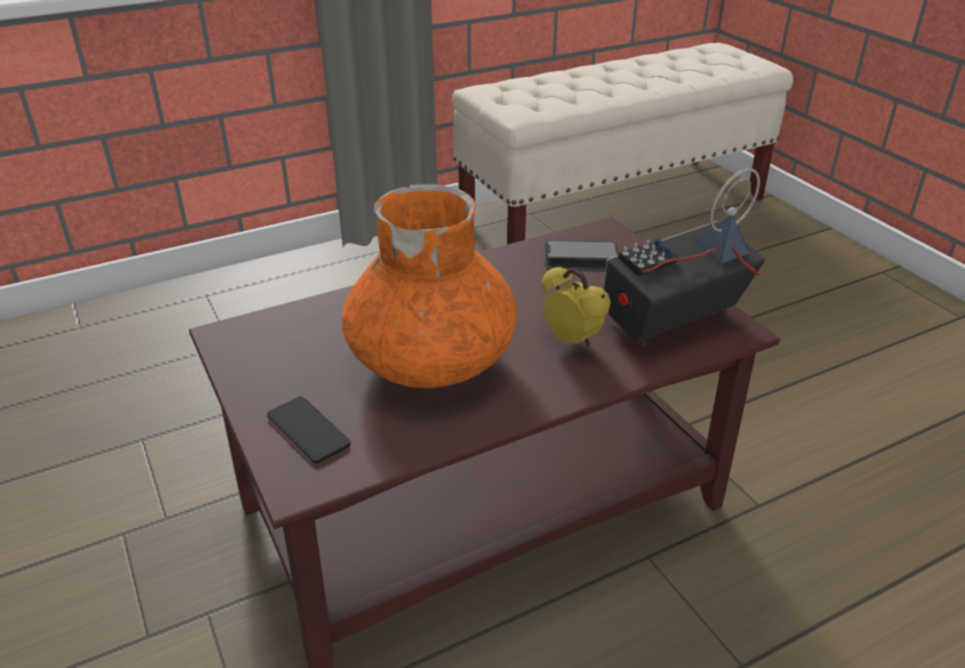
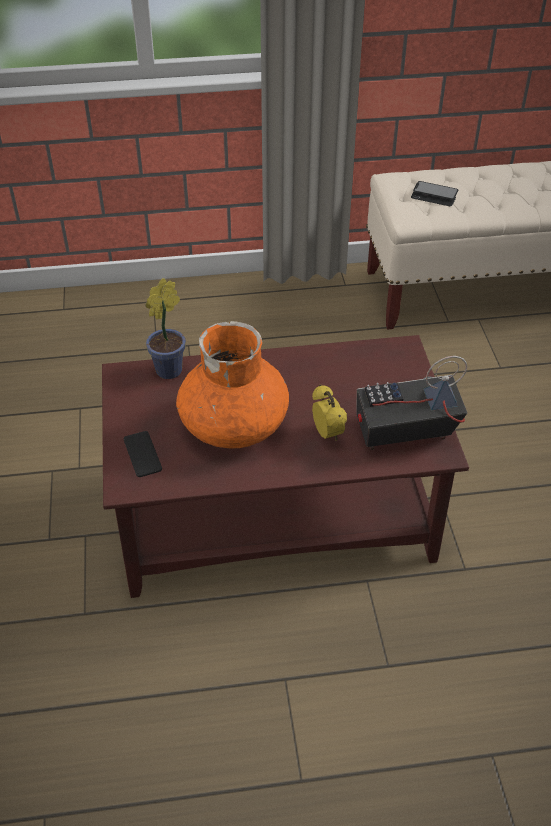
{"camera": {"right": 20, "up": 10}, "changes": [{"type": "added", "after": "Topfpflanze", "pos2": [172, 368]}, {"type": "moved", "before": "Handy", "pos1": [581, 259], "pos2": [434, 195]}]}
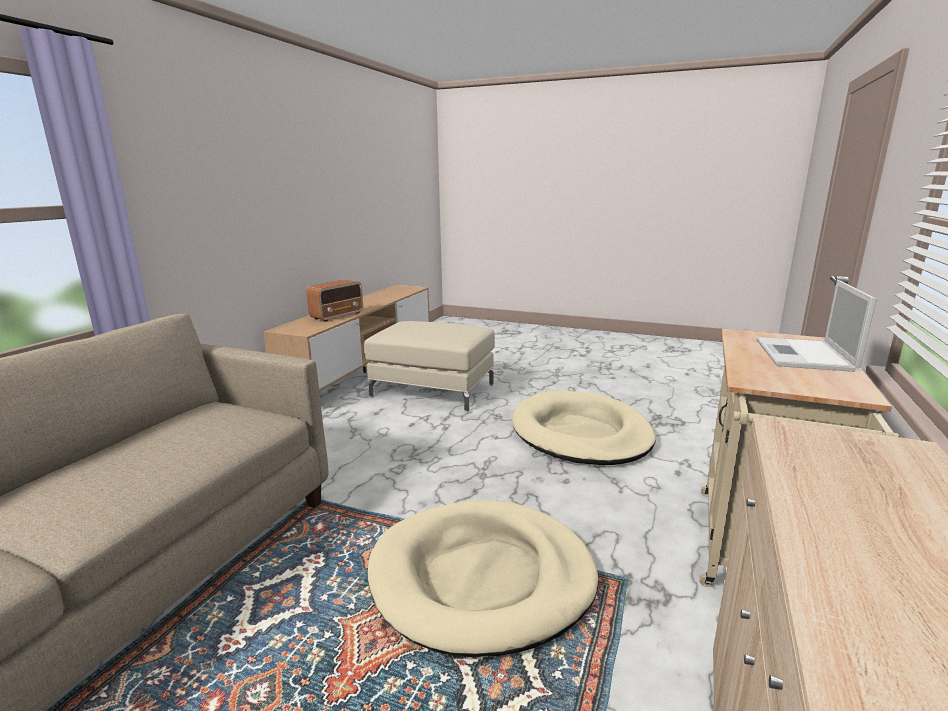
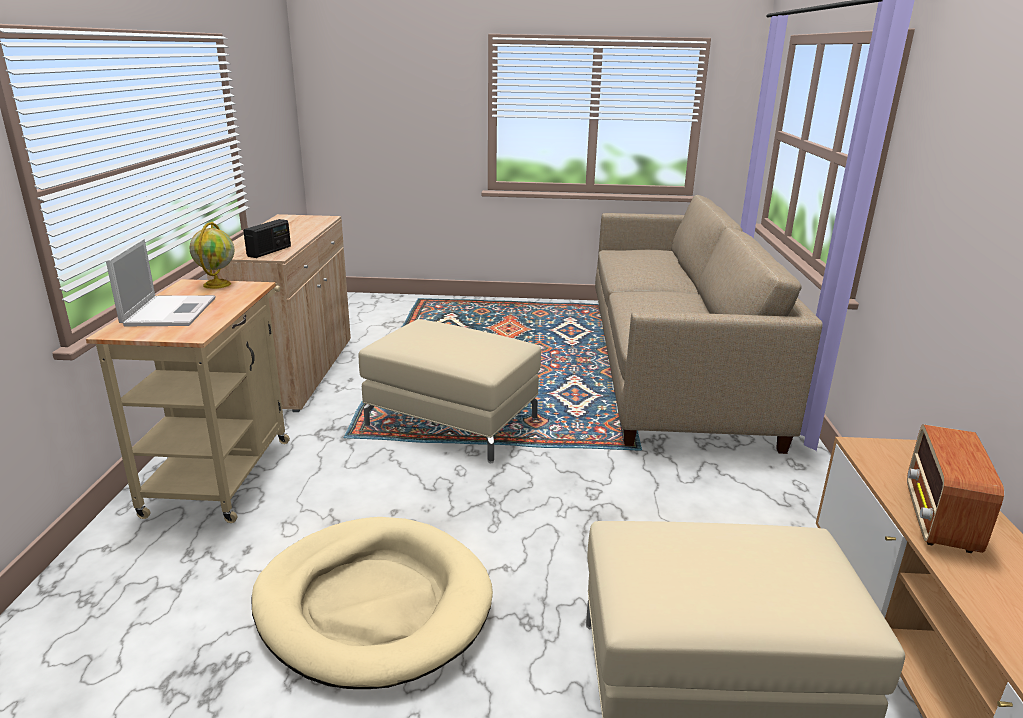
{"camera": {"right": 160, "up": 5}, "changes": [{"type": "added", "after": "Globus", "pos2": [217, 284]}, {"type": "added", "after": "Radio", "pos2": [269, 251]}, {"type": "replaced", "before": "Hundebett/beige", "after": "Polsterhocker/beige", "pos1": [482, 578], "pos2": [451, 422]}]}
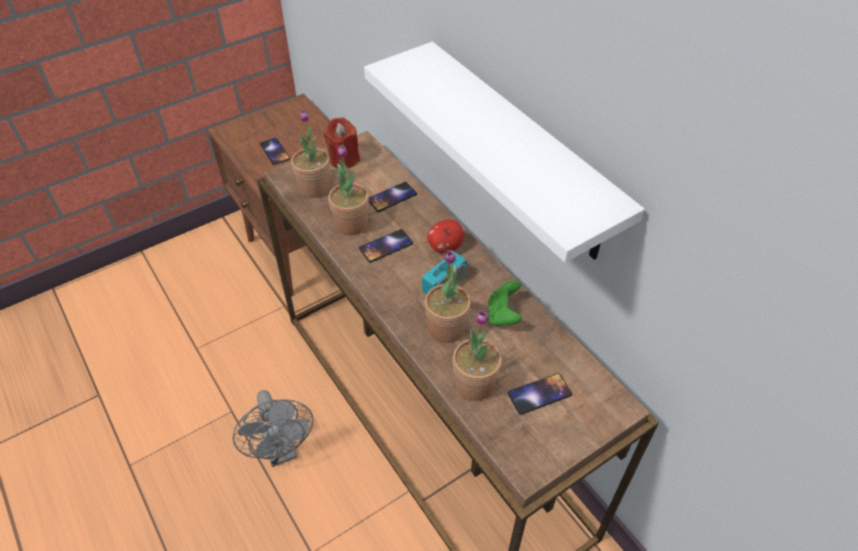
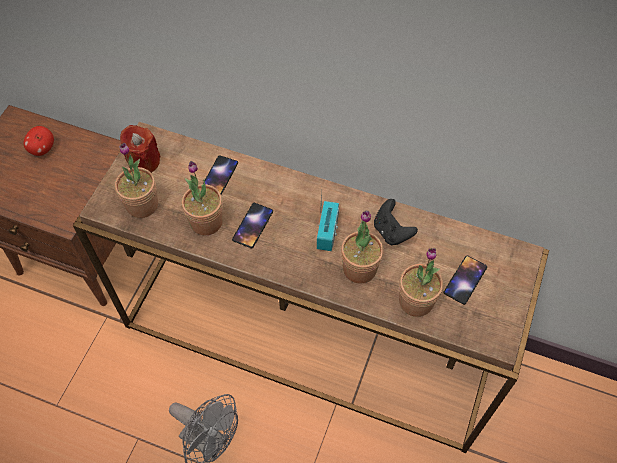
{"camera": {"right": -35, "up": 10}, "changes": [{"type": "removed", "before": "Handy", "pos1": [275, 151]}, {"type": "removed", "before": "Wandregal/weiß", "pos1": [520, 152]}, {"type": "moved", "before": "Apfel", "pos1": [445, 247], "pos2": [42, 149]}, {"type": "recoloured", "before": "Gamepad/grün", "after": "Gamepad/schwarz", "pos1": [503, 315], "pos2": [391, 232]}]}
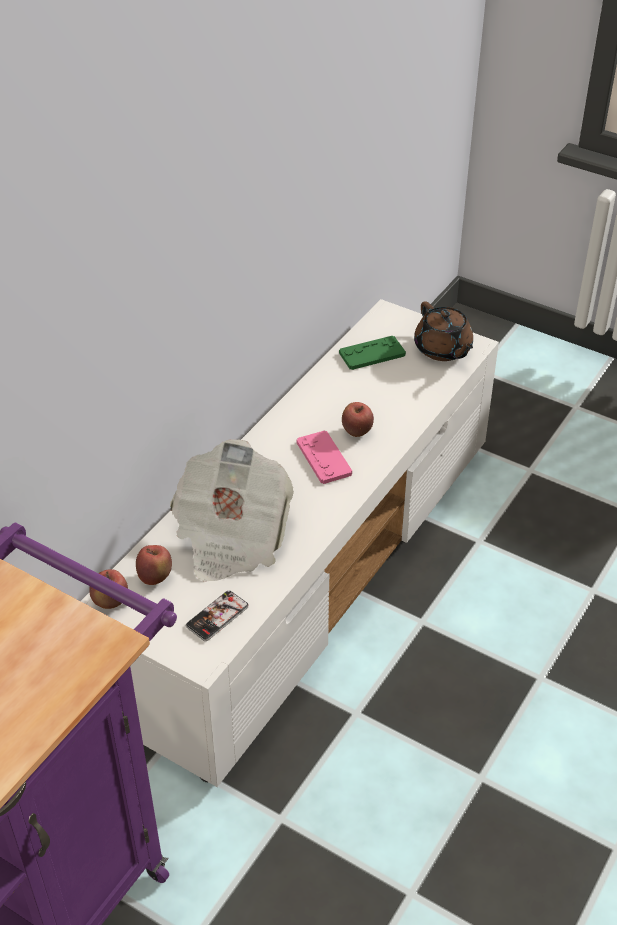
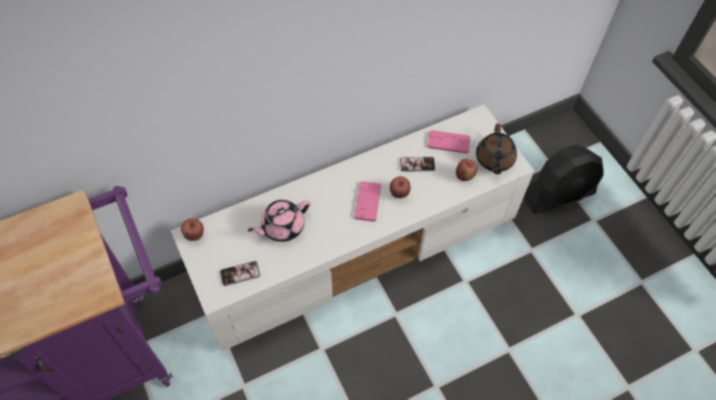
{"camera": {"right": 30, "up": 15}, "changes": [{"type": "added", "after": "Handy", "pos2": [417, 164]}, {"type": "added", "after": "Ventilator/schwarz", "pos2": [559, 195]}, {"type": "moved", "before": "Apfel", "pos1": [155, 577], "pos2": [464, 176]}, {"type": "replaced", "before": "Zeitung", "after": "Teekanne/rosa", "pos1": [231, 536], "pos2": [282, 227]}, {"type": "recoloured", "before": "Gamepad/grün", "after": "Gamepad/rosa", "pos1": [372, 354], "pos2": [448, 142]}]}
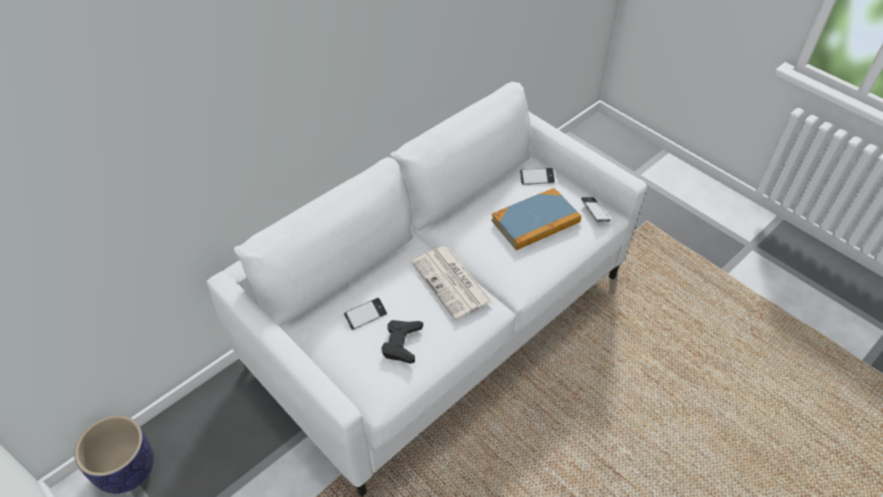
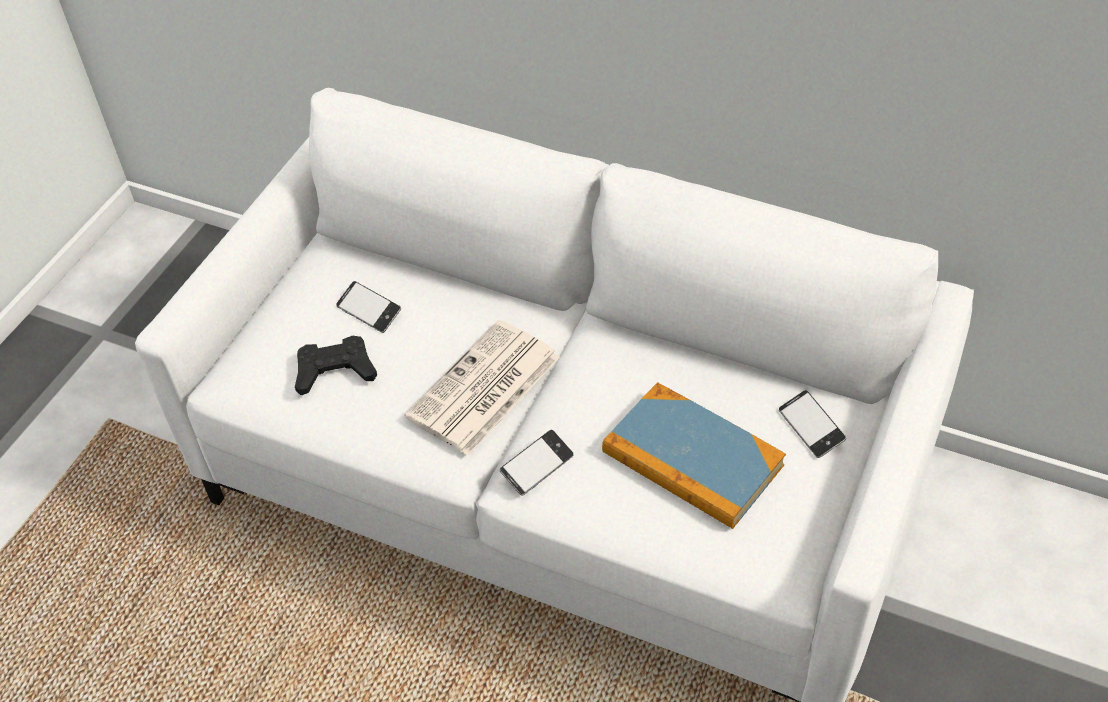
{"camera": {"right": 70, "up": 0}, "changes": [{"type": "removed", "before": "Pflanzkübel", "pos1": [127, 470]}, {"type": "moved", "before": "Handy", "pos1": [595, 212], "pos2": [537, 466]}]}
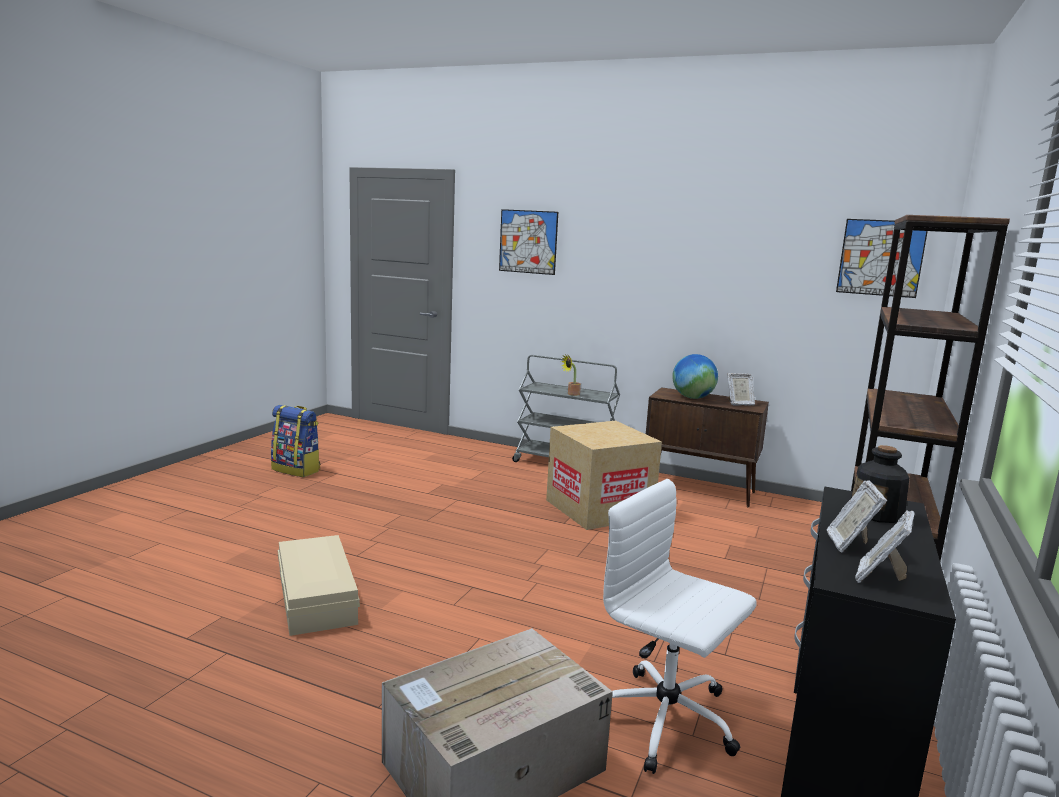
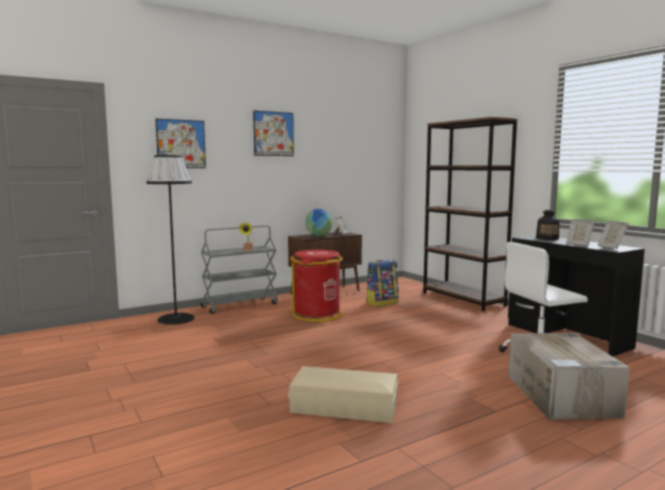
{"camera": {"right": -55, "up": -5}, "changes": [{"type": "added", "after": "Stehlampe/schwarz", "pos2": [176, 319]}, {"type": "moved", "before": "Rucksack", "pos1": [297, 470], "pos2": [381, 303]}, {"type": "moved", "before": "Bild", "pos1": [881, 258], "pos2": [273, 134]}, {"type": "replaced", "before": "Karton", "after": "Mülleimer/rot", "pos1": [599, 508], "pos2": [317, 314]}]}
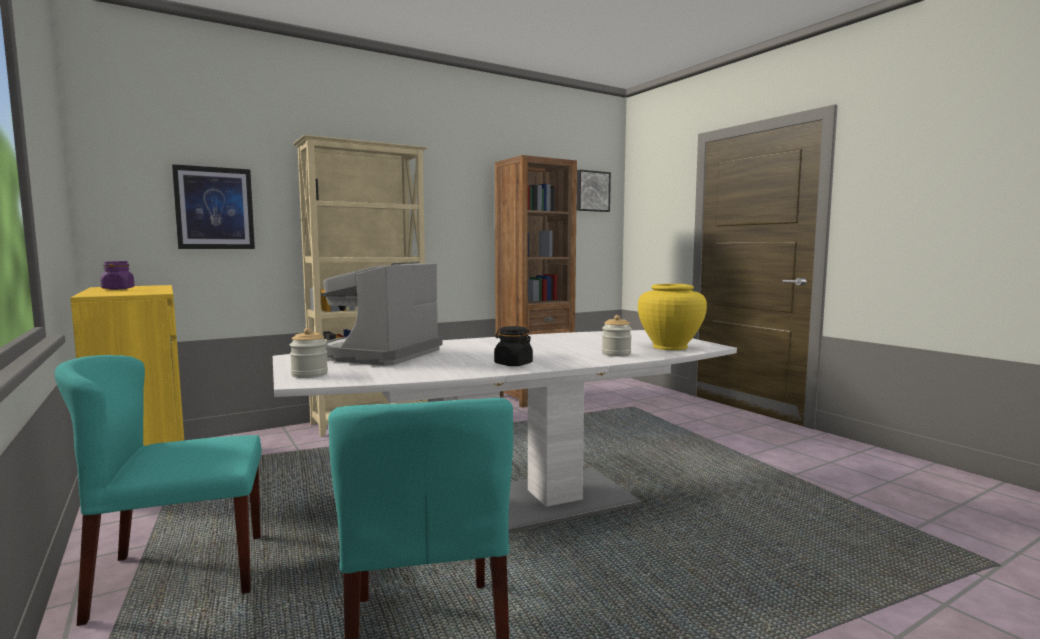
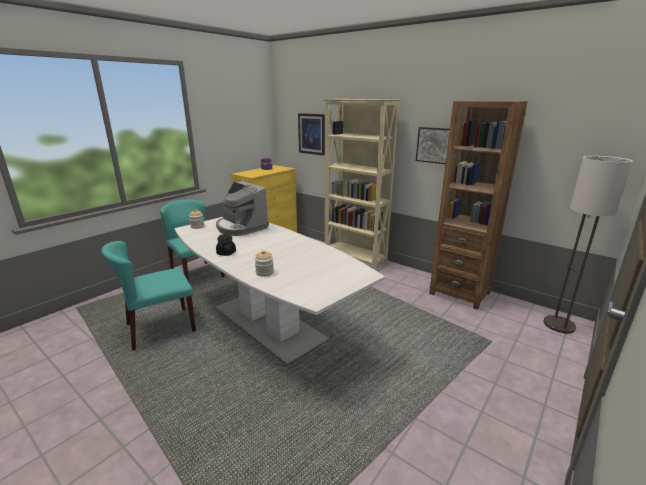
{"camera": {"right": 70, "up": 15}, "changes": [{"type": "removed", "before": "Vase/gelb", "pos1": [670, 347]}, {"type": "added", "after": "Stehlampe", "pos2": [559, 325]}, {"type": "moved", "before": "Bild", "pos1": [592, 191], "pos2": [434, 145]}, {"type": "turned", "before": "Kaffeemaschine", "pos1": [380, 355], "pos2": [241, 227], "turn": -135}]}
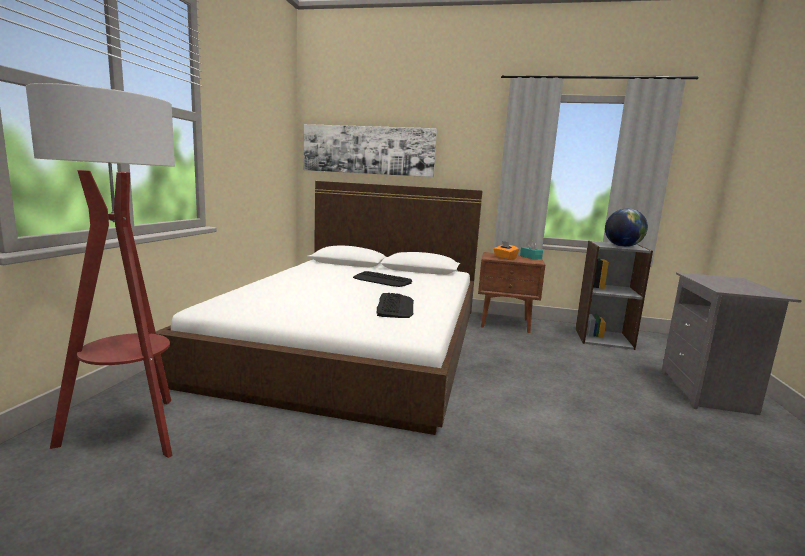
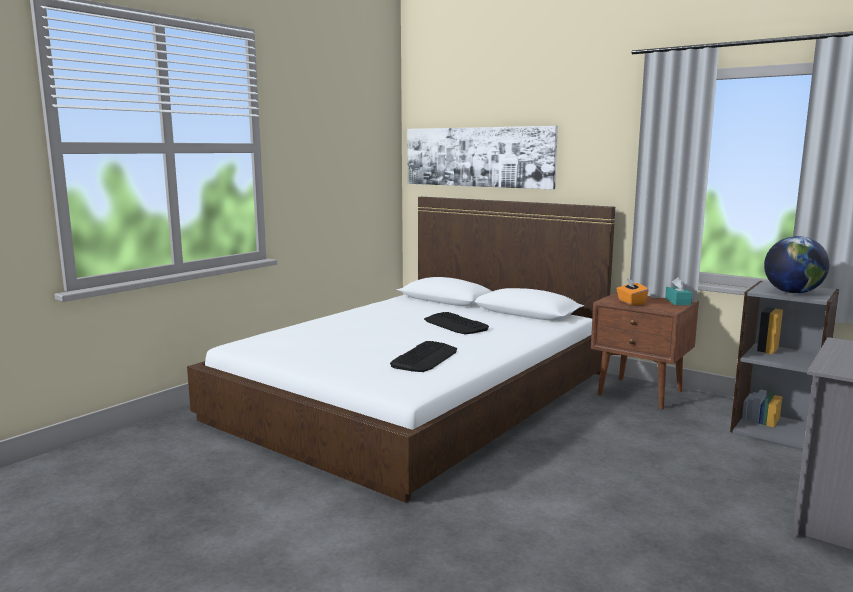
{"camera": {"right": 25, "up": 0}, "changes": [{"type": "removed", "before": "Stehlampe", "pos1": [132, 432]}]}
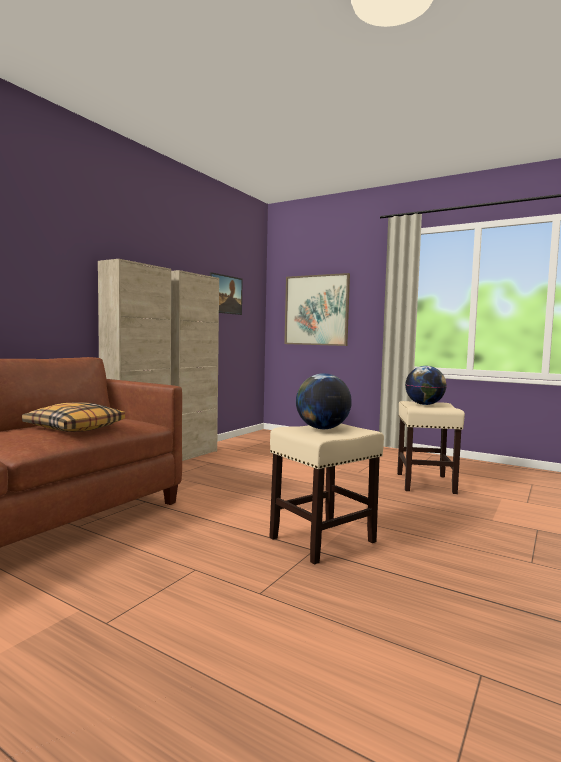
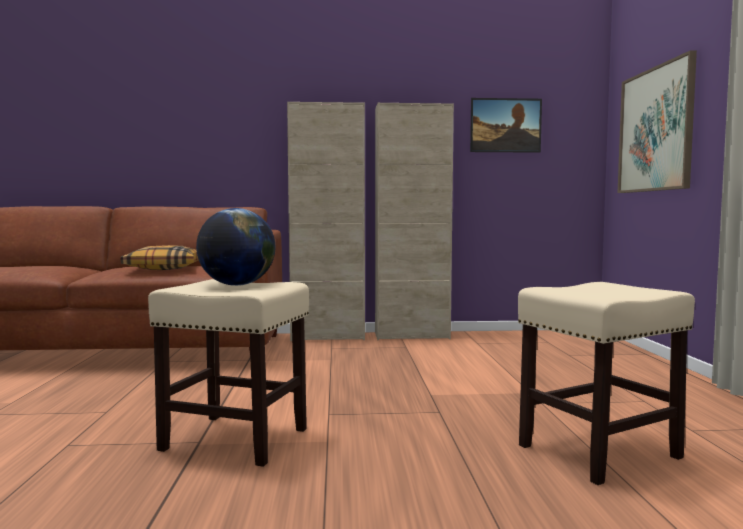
{"camera": {"right": 55, "up": 0}, "changes": [{"type": "removed", "before": "Globus", "pos1": [424, 404]}]}
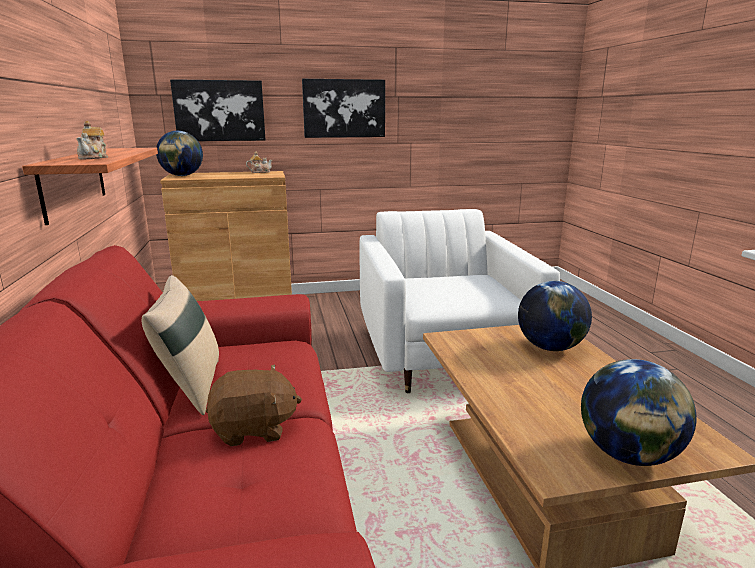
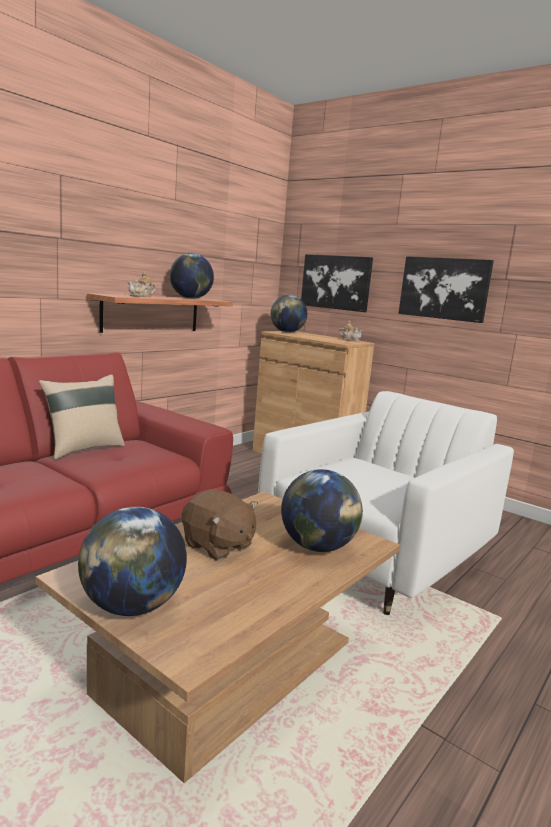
{"camera": {"right": 50, "up": -5}, "changes": [{"type": "added", "after": "Globus", "pos2": [190, 298]}, {"type": "moved", "before": "Plüschtier/braun", "pos1": [254, 429], "pos2": [217, 546]}]}
